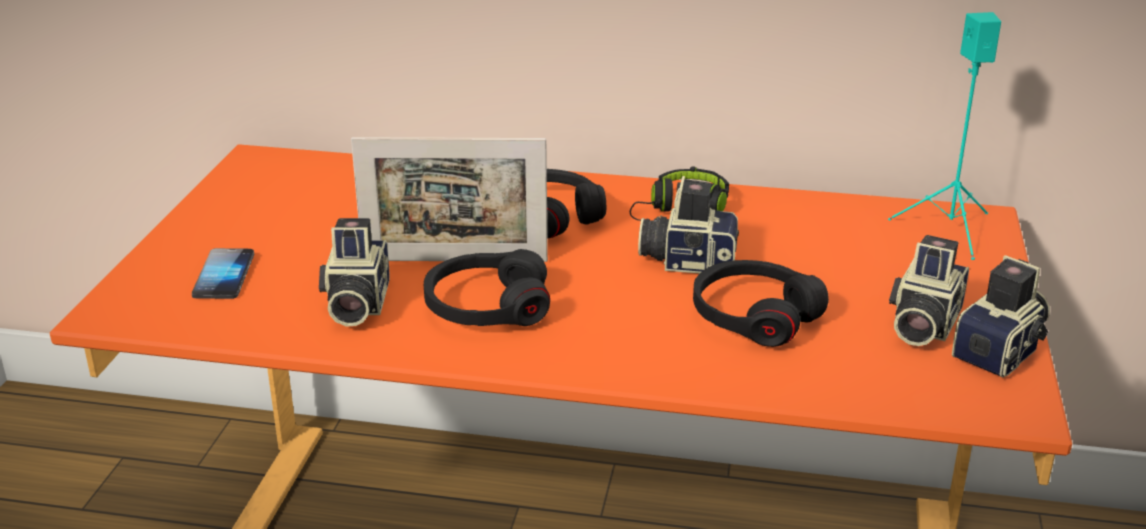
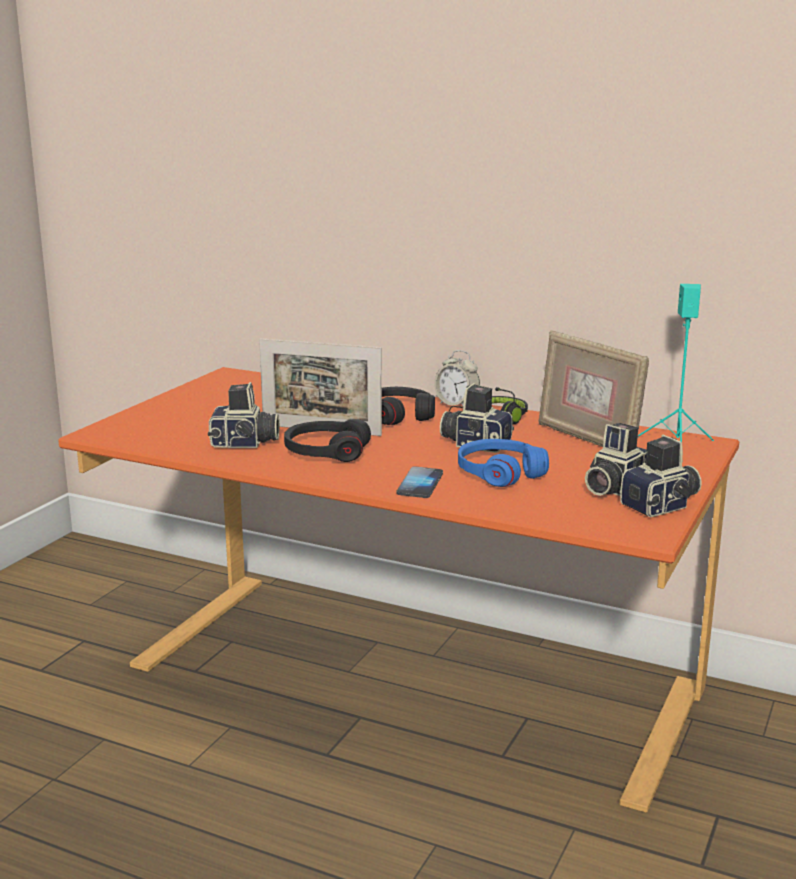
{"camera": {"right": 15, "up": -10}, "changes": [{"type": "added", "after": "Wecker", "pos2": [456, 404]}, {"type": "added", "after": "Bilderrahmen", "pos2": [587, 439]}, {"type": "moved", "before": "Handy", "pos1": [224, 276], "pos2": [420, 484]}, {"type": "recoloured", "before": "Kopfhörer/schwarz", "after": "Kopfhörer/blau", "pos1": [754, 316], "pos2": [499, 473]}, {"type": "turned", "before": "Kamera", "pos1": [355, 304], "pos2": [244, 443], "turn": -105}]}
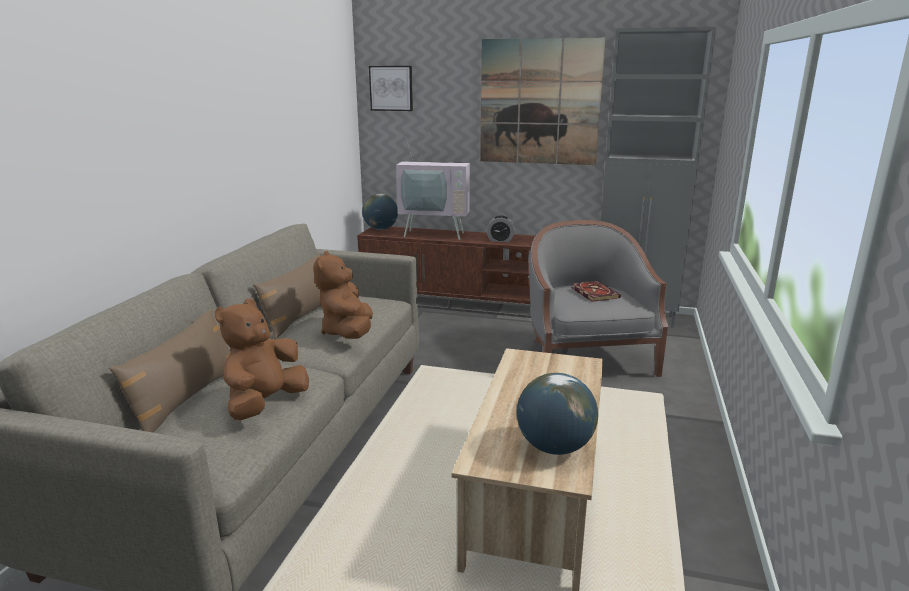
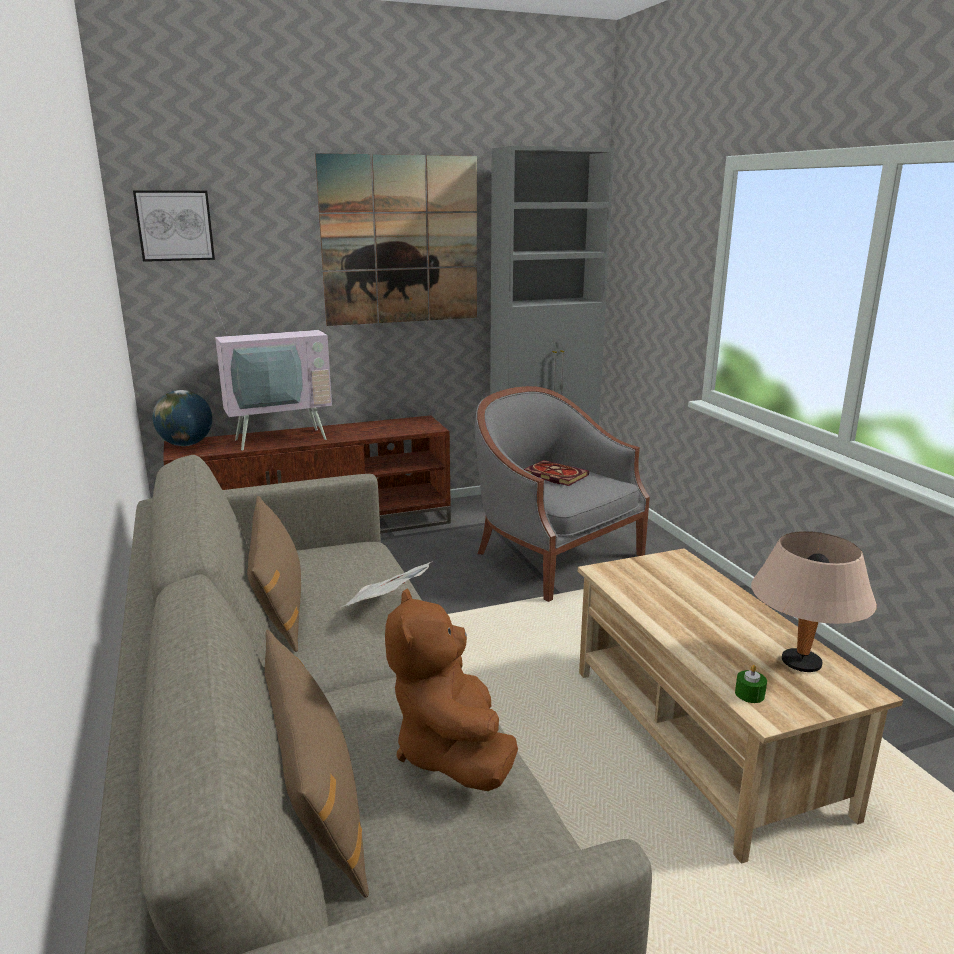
{"camera": {"right": -35, "up": 0}, "changes": [{"type": "removed", "before": "Wecker", "pos1": [500, 240]}, {"type": "added", "after": "Kerze/grün", "pos2": [749, 694]}, {"type": "replaced", "before": "Plüschtier/braun", "after": "Zeitung", "pos1": [348, 333], "pos2": [387, 606]}, {"type": "replaced", "before": "Globus", "after": "Tischlampe/beige", "pos1": [555, 447], "pos2": [801, 663]}]}
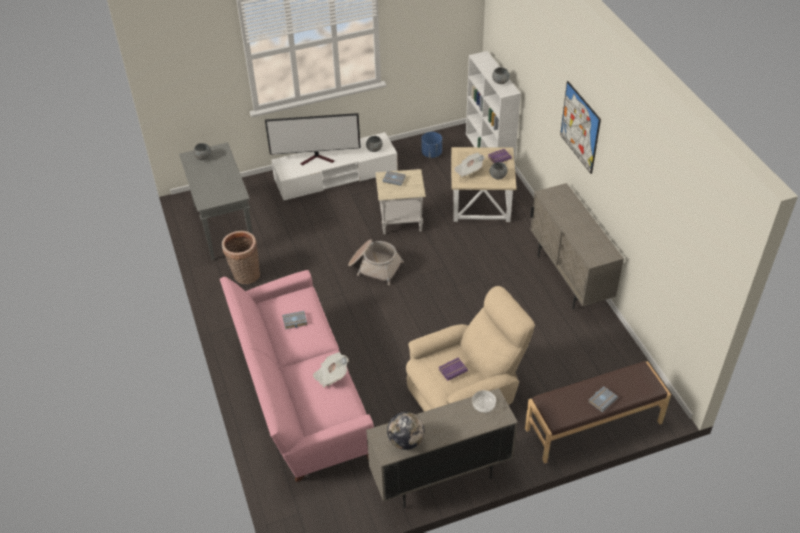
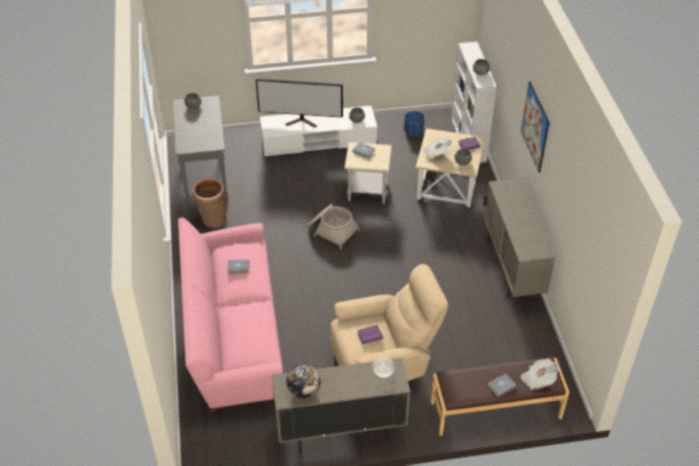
{"camera": {"right": 10, "up": 0}, "changes": [{"type": "moved", "before": "Zeitung", "pos1": [331, 375], "pos2": [538, 379]}]}
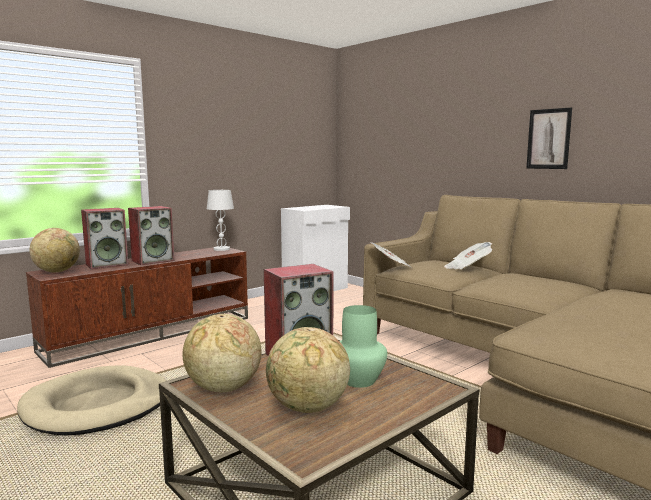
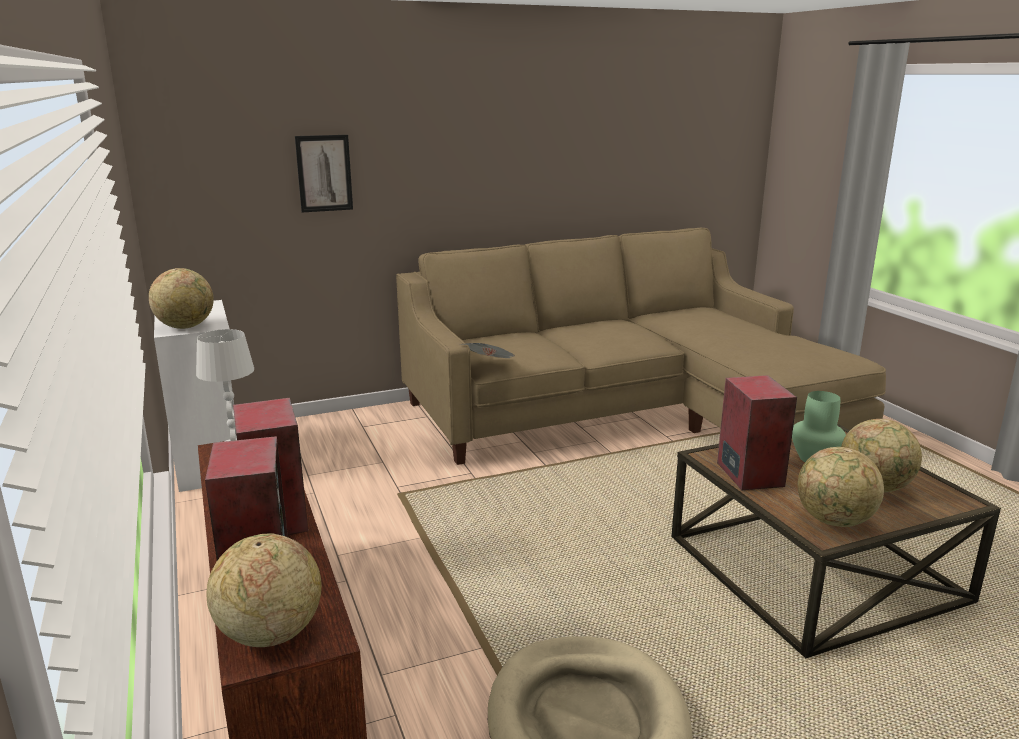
{"camera": {"right": -70, "up": 10}, "changes": [{"type": "removed", "before": "Zeitung", "pos1": [467, 268]}, {"type": "added", "after": "Globus", "pos2": [186, 326]}, {"type": "moved", "before": "Bild", "pos1": [548, 139], "pos2": [324, 173]}]}
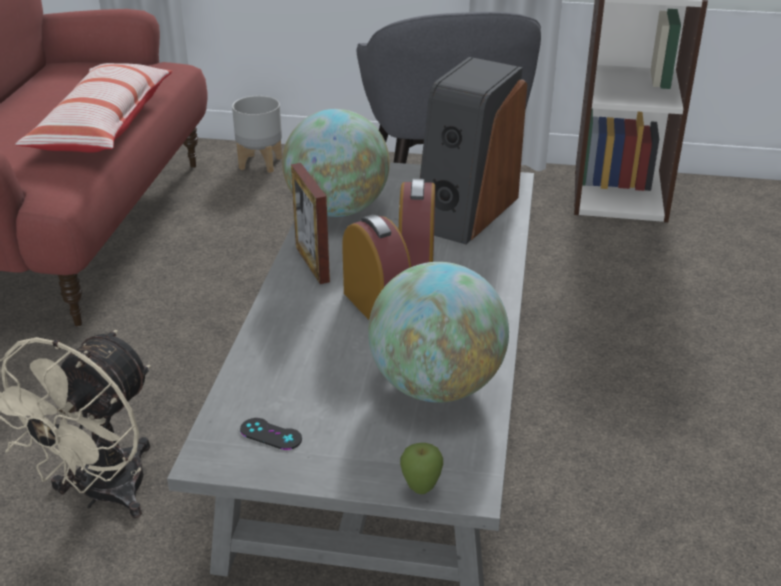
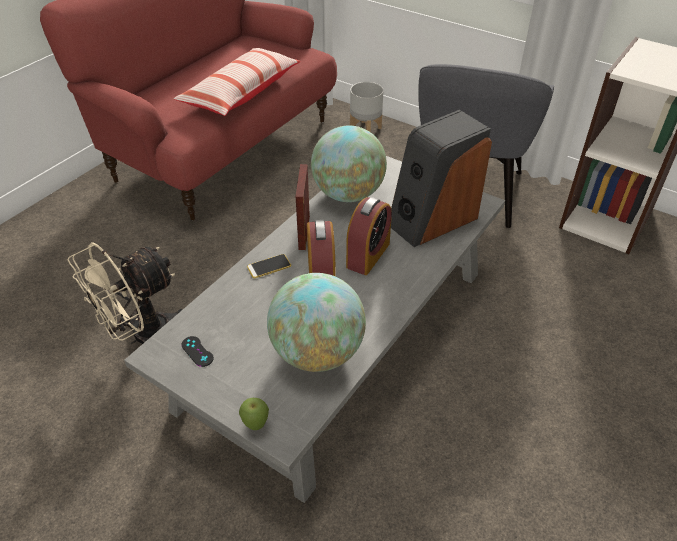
{"camera": {"right": 25, "up": 10}, "changes": [{"type": "added", "after": "Handy", "pos2": [269, 266]}]}
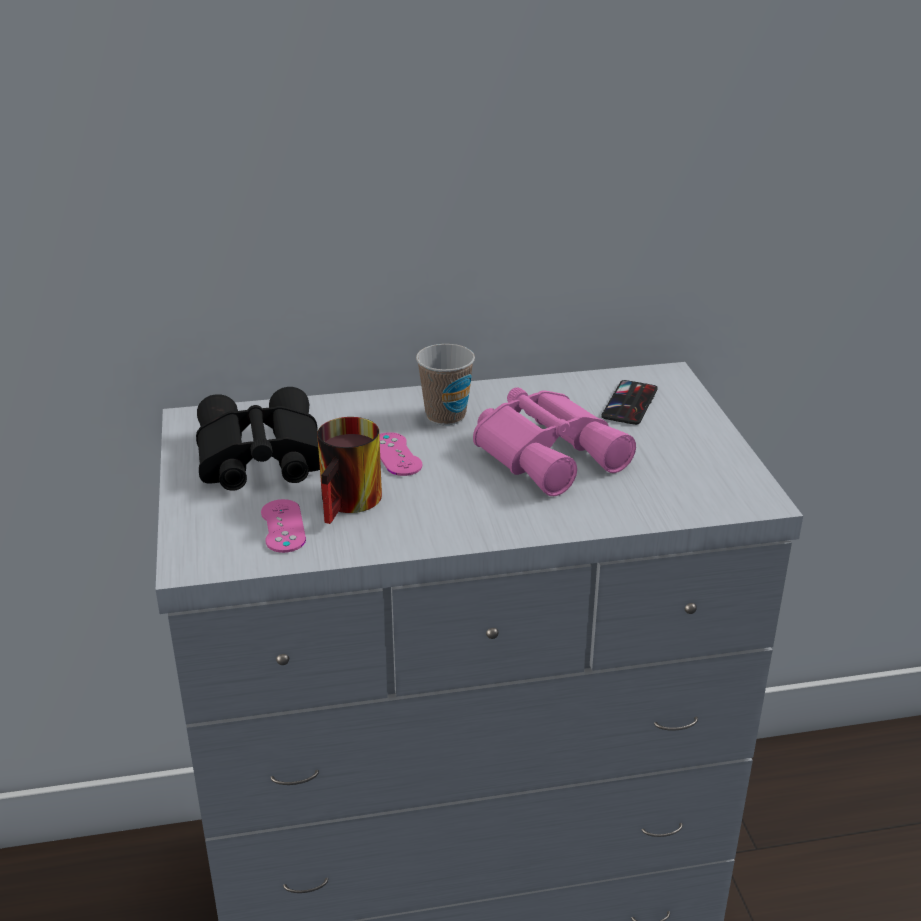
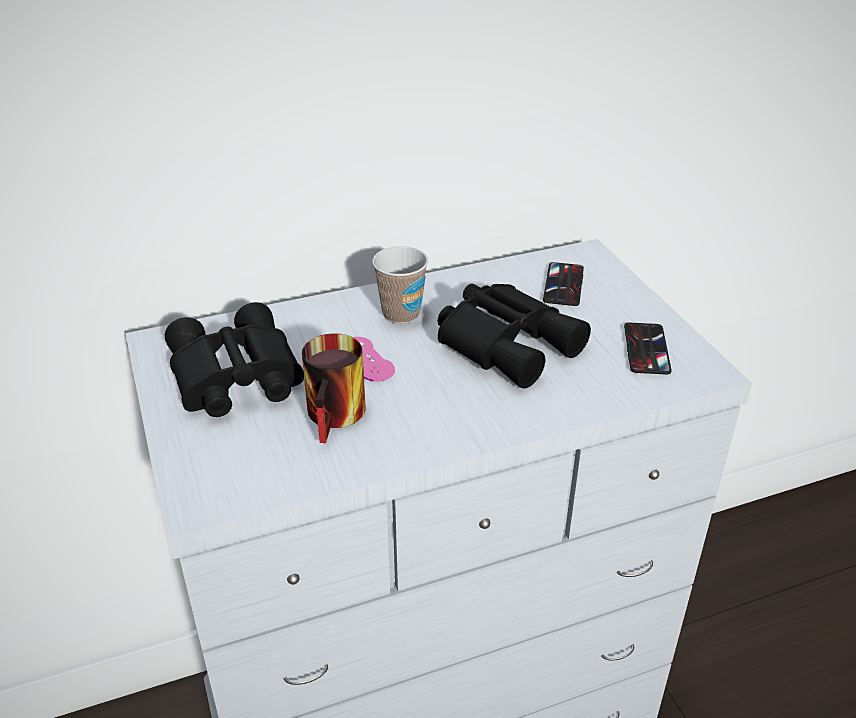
{"camera": {"right": -10, "up": 5}, "changes": [{"type": "removed", "before": "Gamepad/rosa", "pos1": [283, 526]}, {"type": "added", "after": "Handy", "pos2": [646, 349]}, {"type": "recoloured", "before": "Fernglas/rosa", "after": "Fernglas/schwarz", "pos1": [549, 452], "pos2": [508, 342]}]}
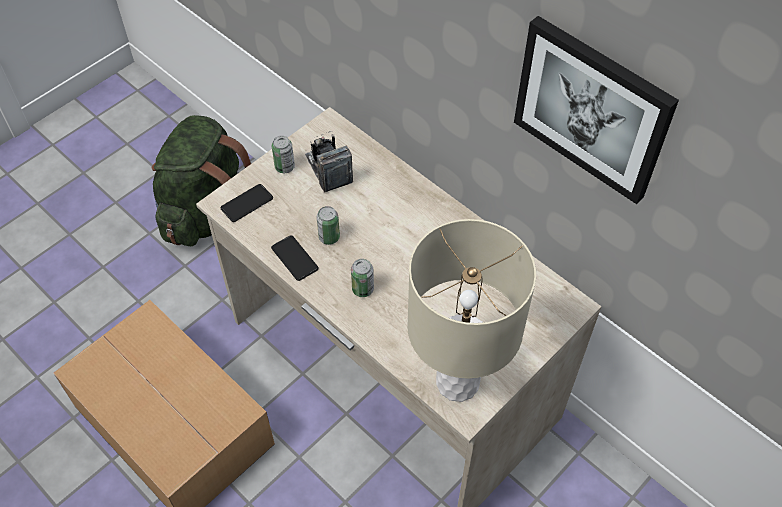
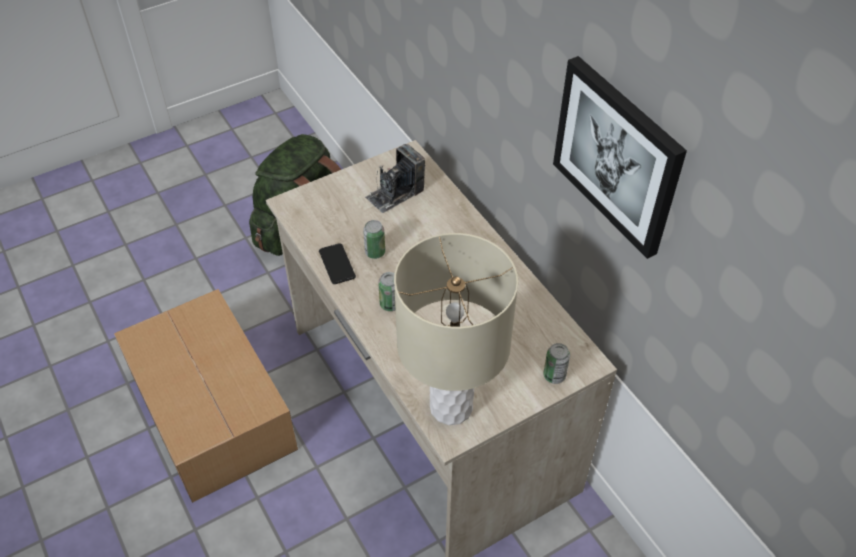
{"camera": {"right": 15, "up": -5}, "changes": [{"type": "removed", "before": "Handy", "pos1": [247, 203]}, {"type": "moved", "before": "Dose", "pos1": [284, 167], "pos2": [554, 375]}, {"type": "turned", "before": "Kamera", "pos1": [328, 169], "pos2": [395, 193], "turn": -120}]}
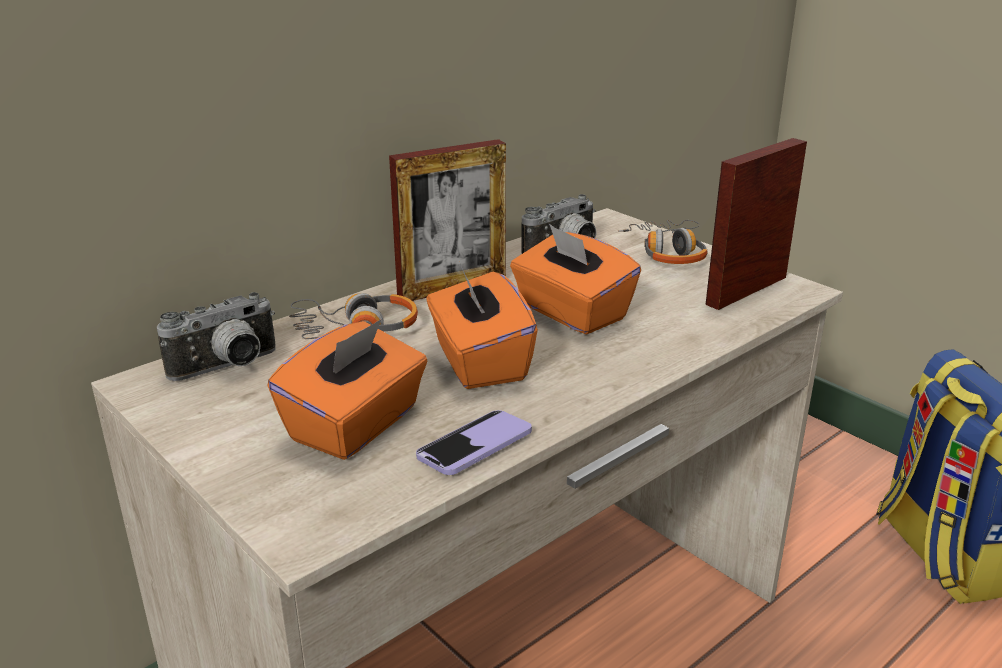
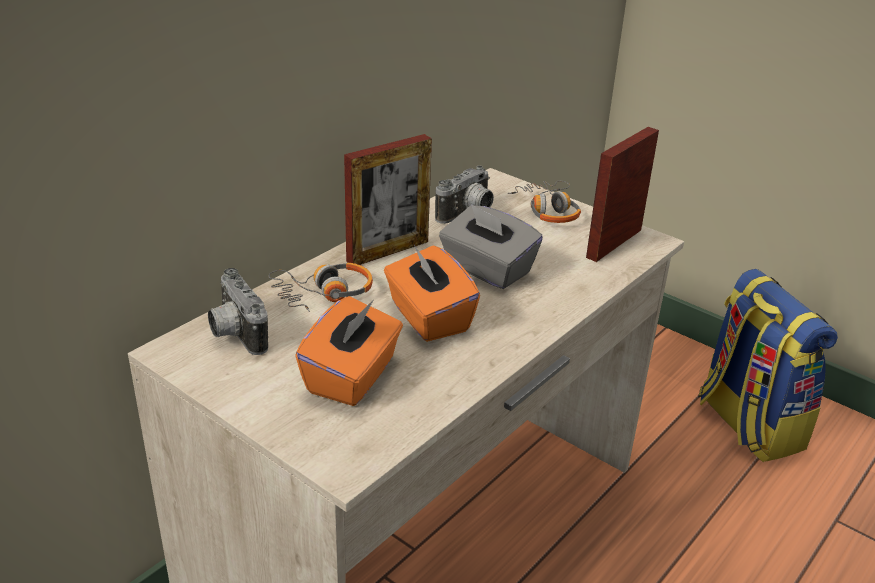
{"camera": {"right": -10, "up": 5}, "changes": [{"type": "removed", "before": "Handy", "pos1": [475, 445]}, {"type": "recoloured", "before": "Taschentuchbox/orange", "after": "Taschentuchbox/grau", "pos1": [571, 313], "pos2": [487, 270]}, {"type": "turned", "before": "Kamera", "pos1": [228, 368], "pos2": [234, 334], "turn": 105}]}
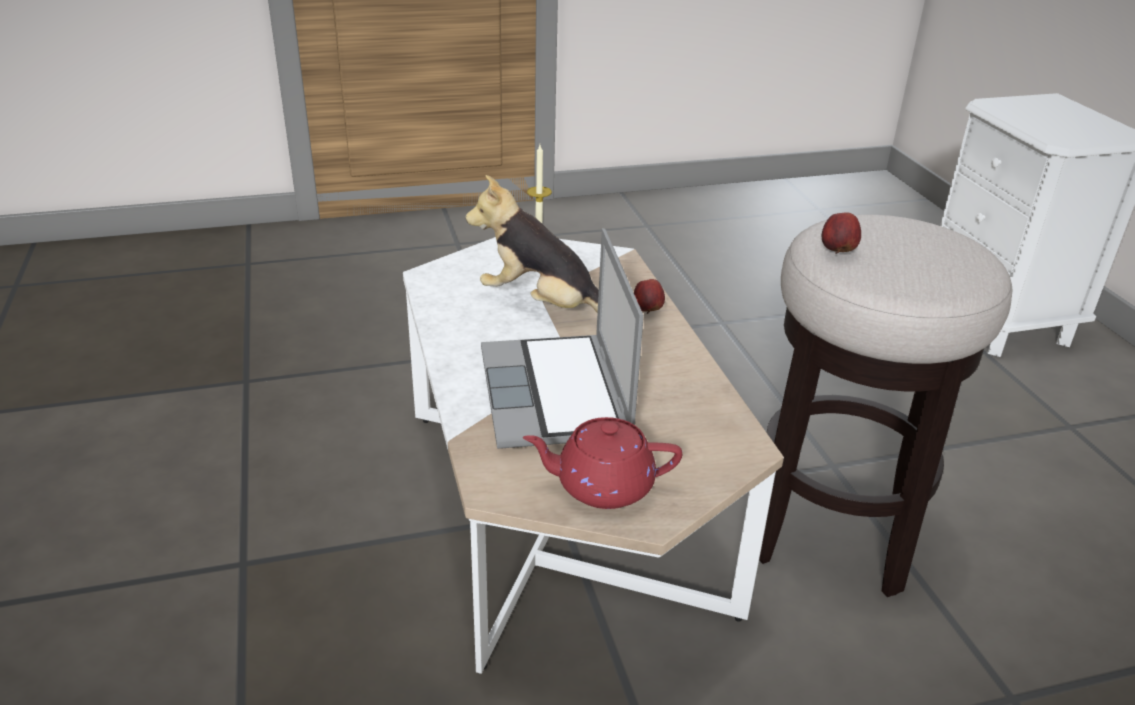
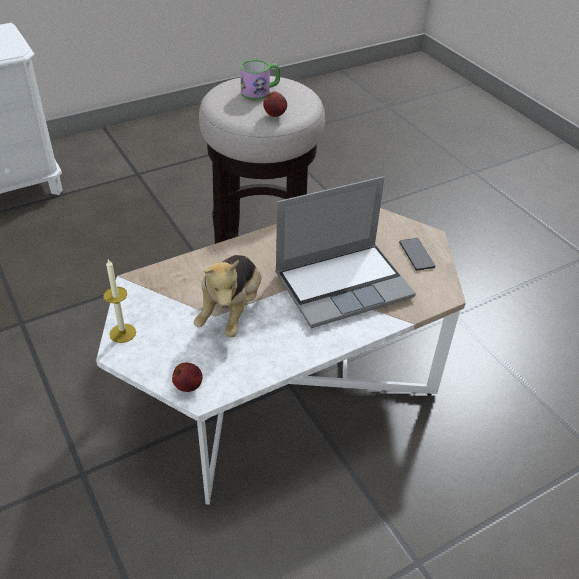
{"camera": {"right": -105, "up": 10}, "changes": [{"type": "added", "after": "Henkelbecher", "pos2": [260, 91]}, {"type": "moved", "before": "Apfel", "pos1": [647, 310], "pos2": [188, 386]}, {"type": "replaced", "before": "Teekanne/rot", "after": "Handy", "pos1": [602, 486], "pos2": [416, 255]}]}
